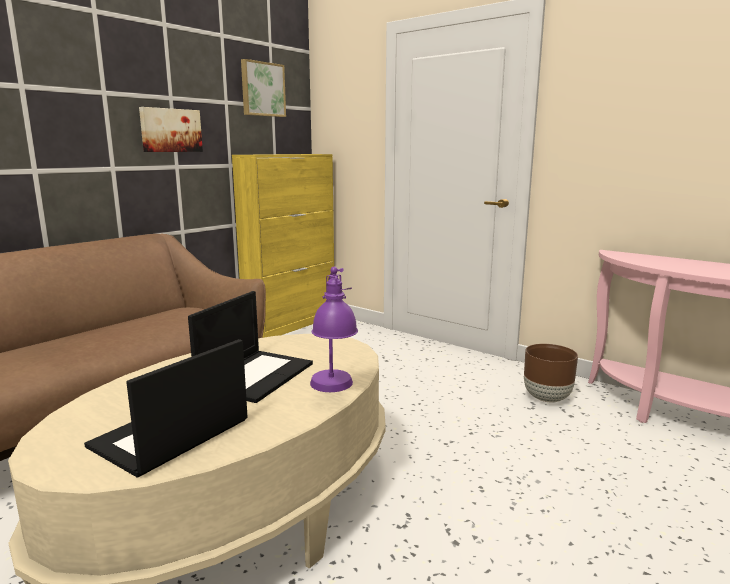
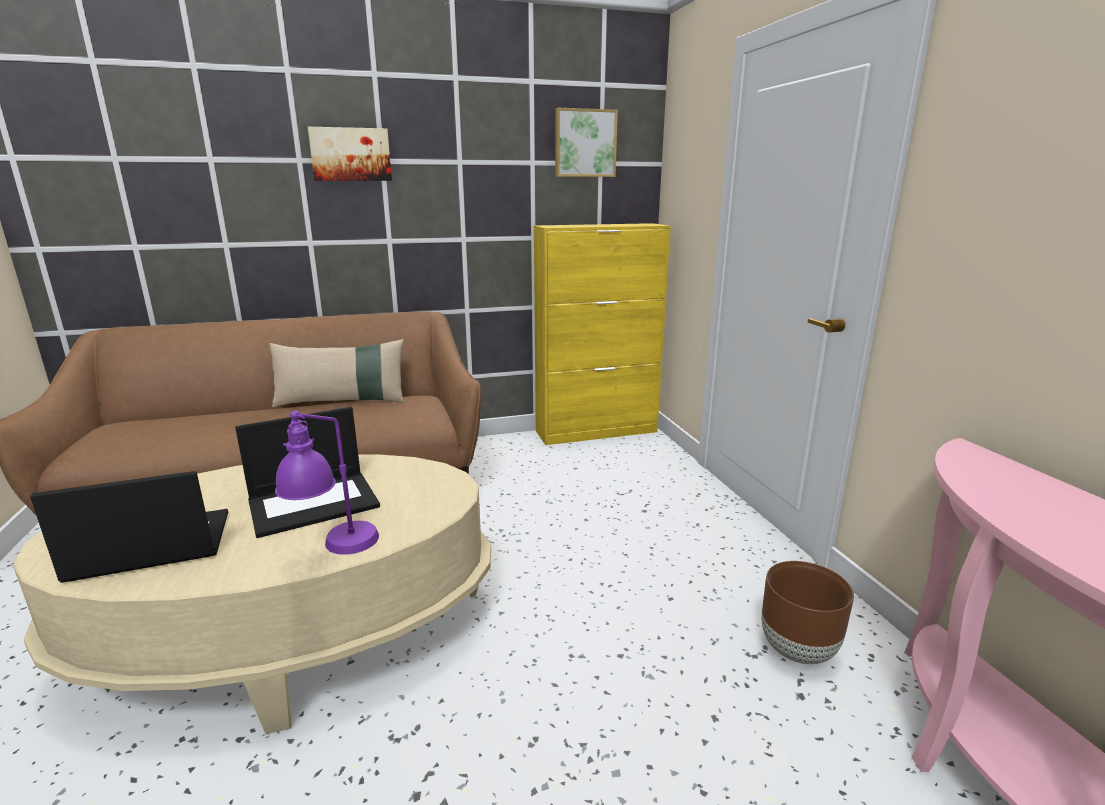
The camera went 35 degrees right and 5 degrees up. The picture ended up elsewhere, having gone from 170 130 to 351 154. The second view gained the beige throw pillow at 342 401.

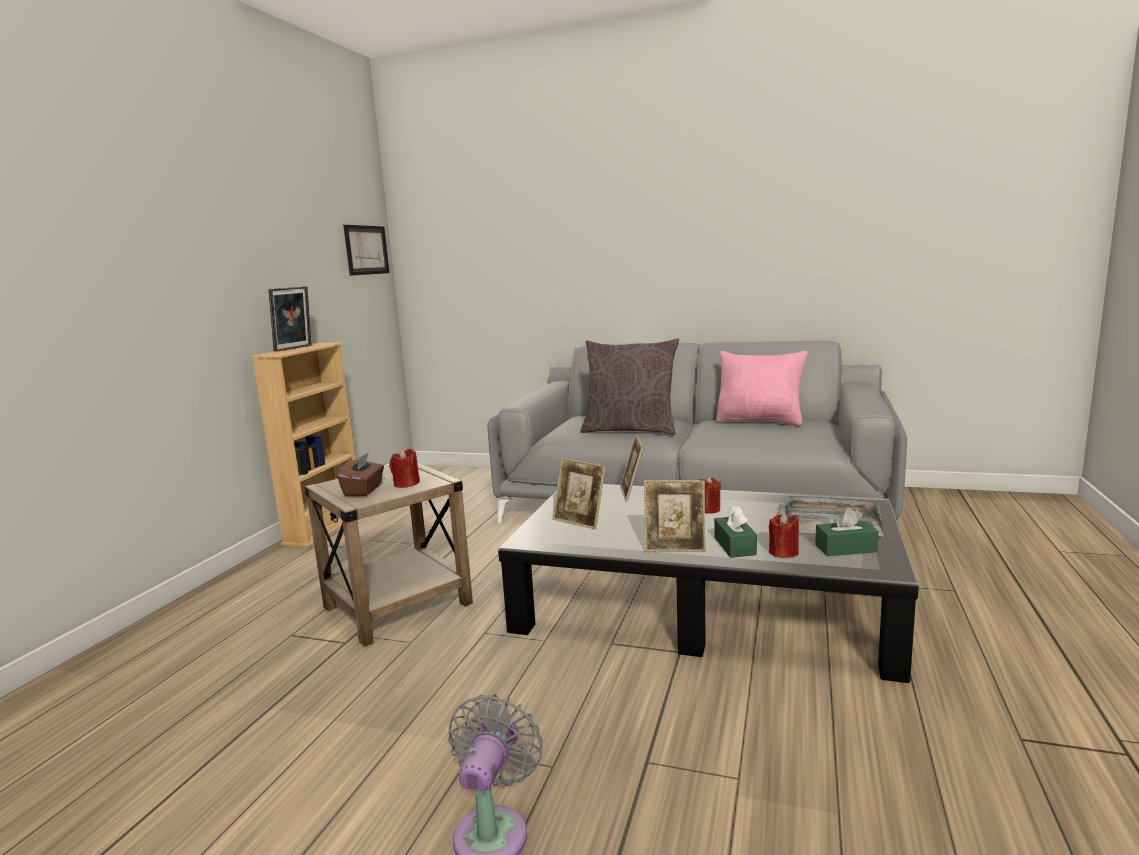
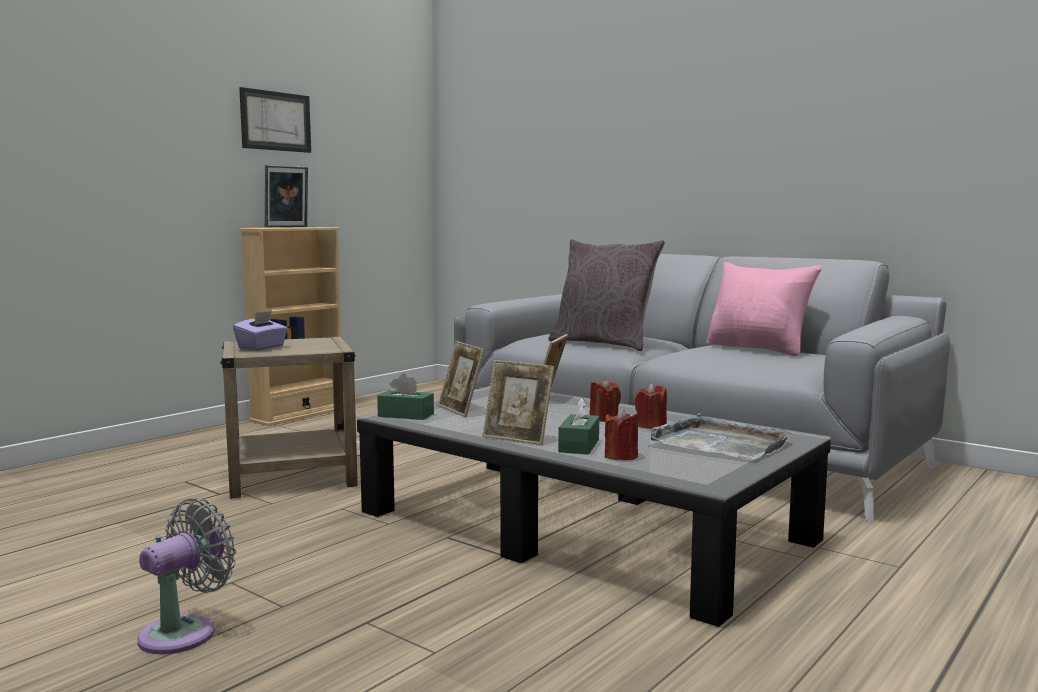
The camera went 20 degrees right and 5 degrees down. The picture ended up elsewhere, having gone from 366 250 to 275 121. The red-coloured candle ended up elsewhere, having gone from 406 484 to 650 425. What was the brownish tissue box at 364 490 turned into the purple tissue box at 262 348. The greenish tissue box ended up elsewhere, having gone from 845 548 to 406 415.

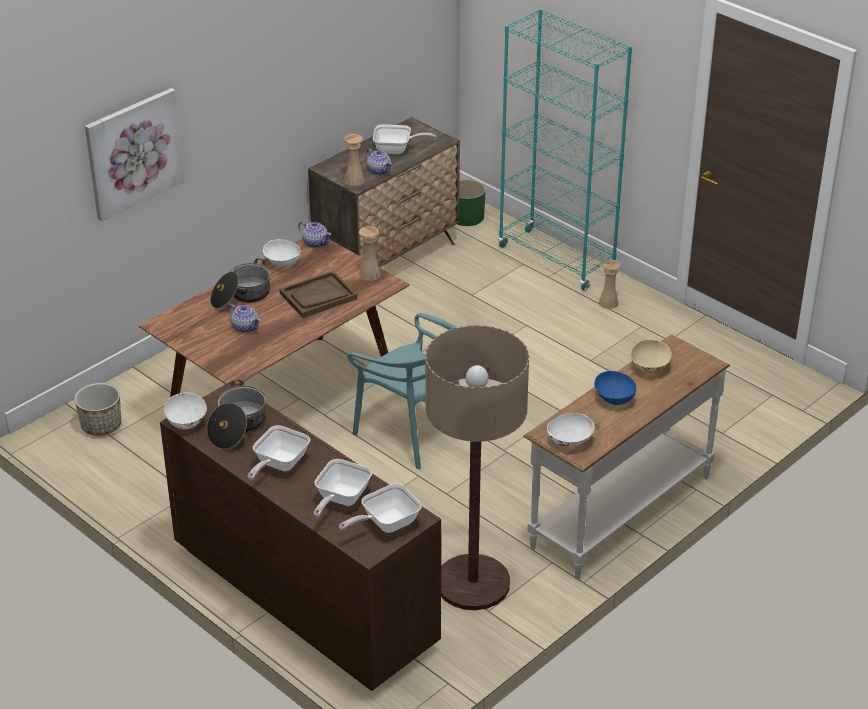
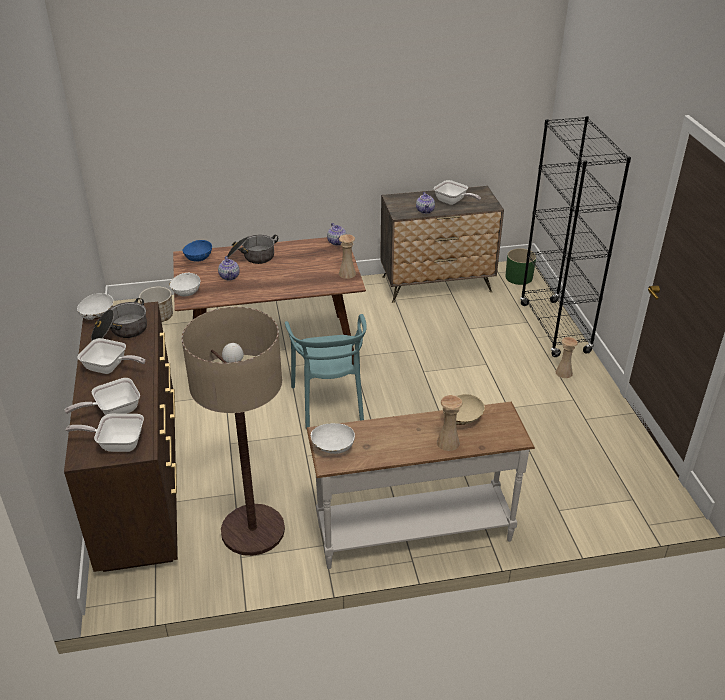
The camera went 35 degrees right and 0 degrees up. What was the blue-green bookshelf at 556 260 turned into the black-coloured bookshelf at 554 328. The second view lost the picture at 133 153. The beige decorative vase ended up elsewhere, having gone from 354 180 to 448 442. The white deep dish ended up elsewhere, having gone from 282 262 to 186 292. The second view lost the brownish tray at 318 296. The blue-coloured deep dish ended up elsewhere, having gone from 613 398 to 198 258. The pan at 278 465 ended up facing another way, 135 degrees counterclockwise from before.

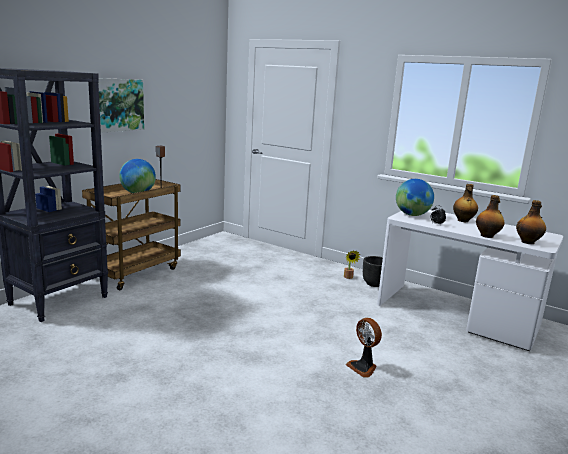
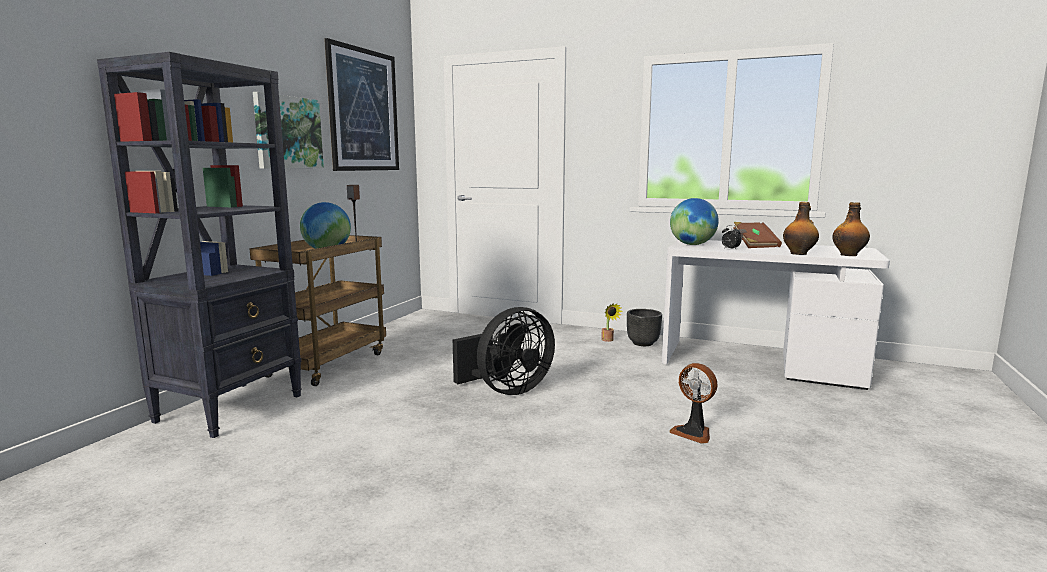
The camera went 10 degrees left and 5 degrees down. Where the bottle stood at 463 221, the brownish book came to stand at 754 245. The second view gained the picture at 363 110. The second view gained the black-coloured fan at 507 390.

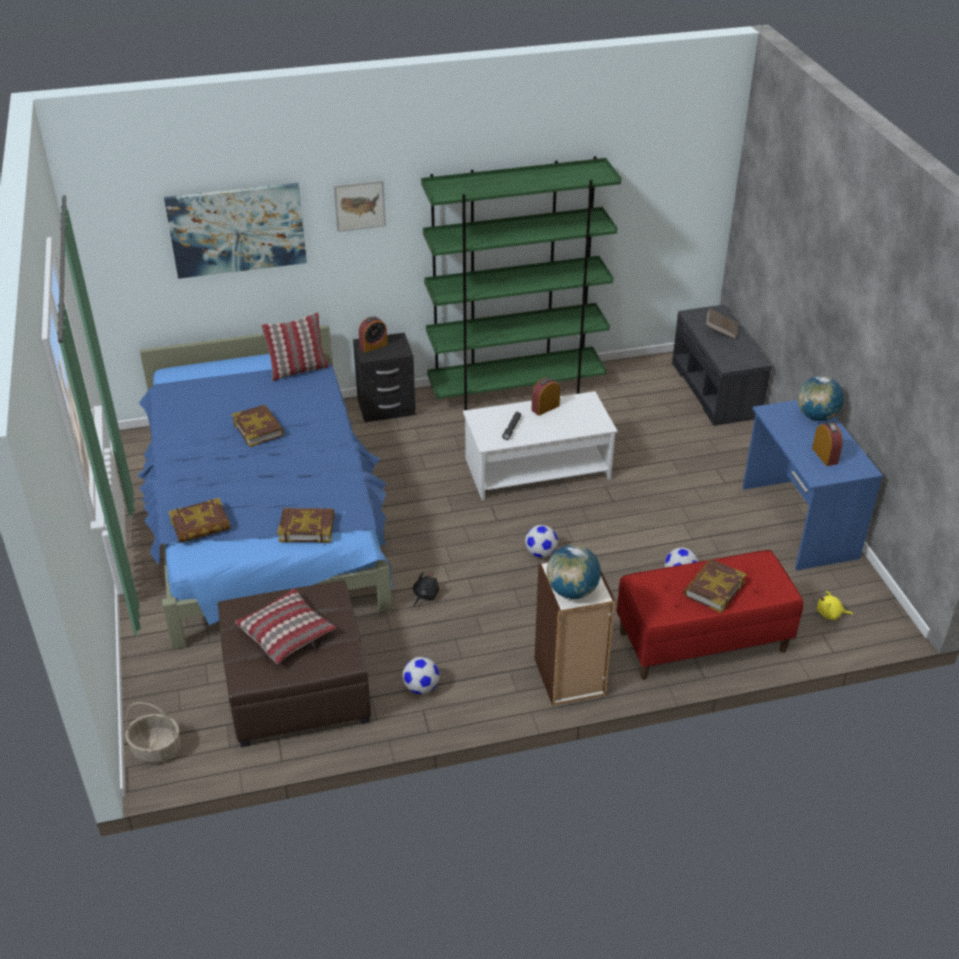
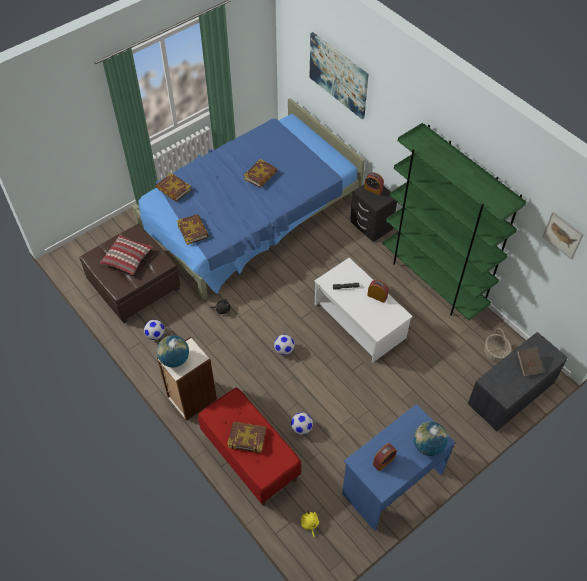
The camera went 65 degrees right and 15 degrees up. The picture ended up elsewhere, having gone from 359 205 to 563 235. The second view lost the throw pillow at 298 370. The basket ended up elsewhere, having gone from 156 749 to 495 353.

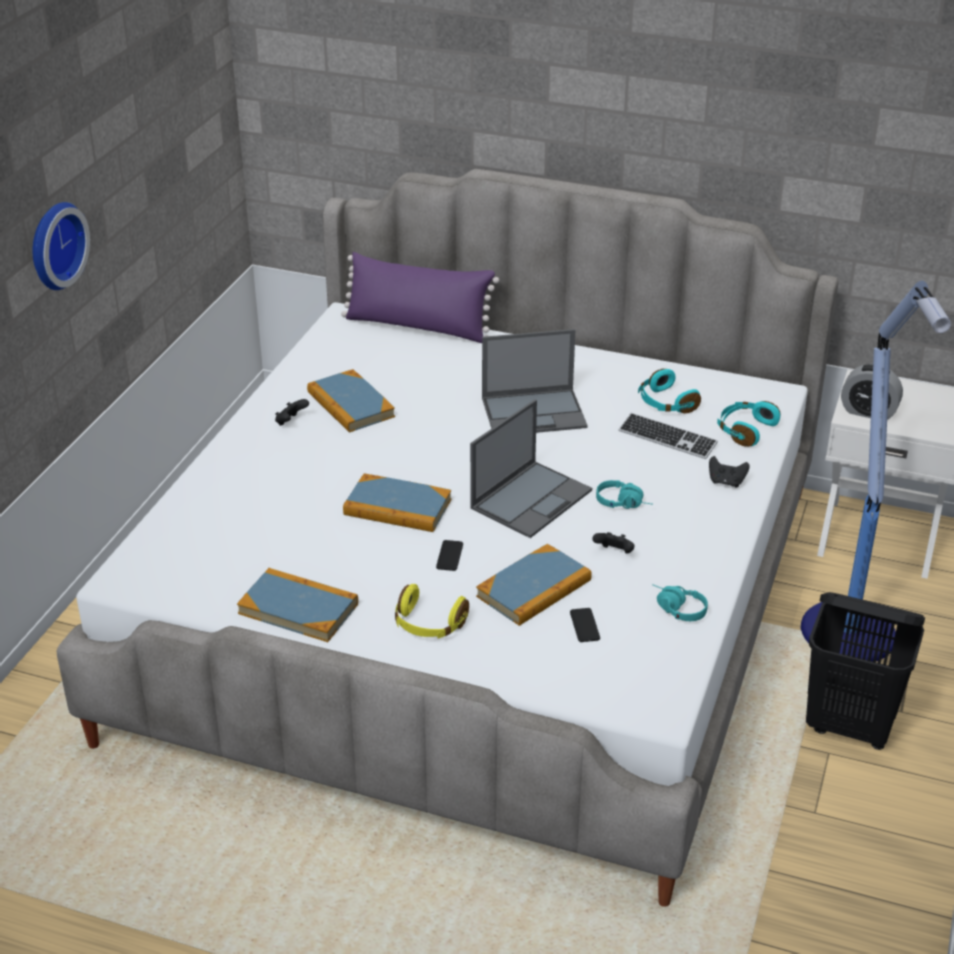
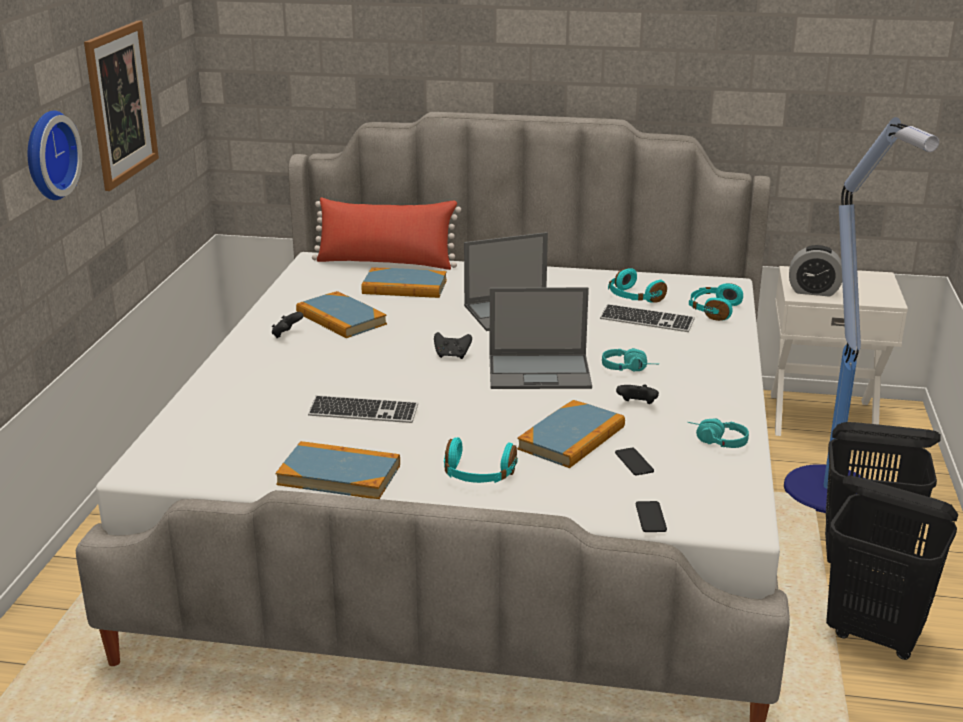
The camera went 10 degrees left and 10 degrees down. What was the purple throw pillow at 418 327 turned into the red-coloured throw pillow at 386 262. The portable computer at 532 498 ended up facing another way, 60 degrees clockwise from before. The black-coloured game controller ended up elsewhere, having gone from 726 482 to 452 356. The book ended up elsewhere, having gone from 397 507 to 404 287. The phone ended up elsewhere, having gone from 449 556 to 650 517. What was the yellowish headset at 428 625 turned into the blue-green headset at 478 476. The second view gained the picture at 121 104. The second view gained the computer keyboard at 363 412. The second view gained the black-coloured washing basket at 875 635.

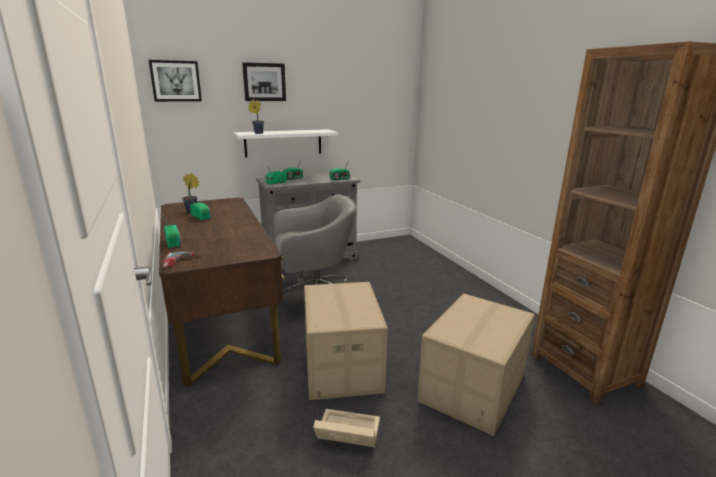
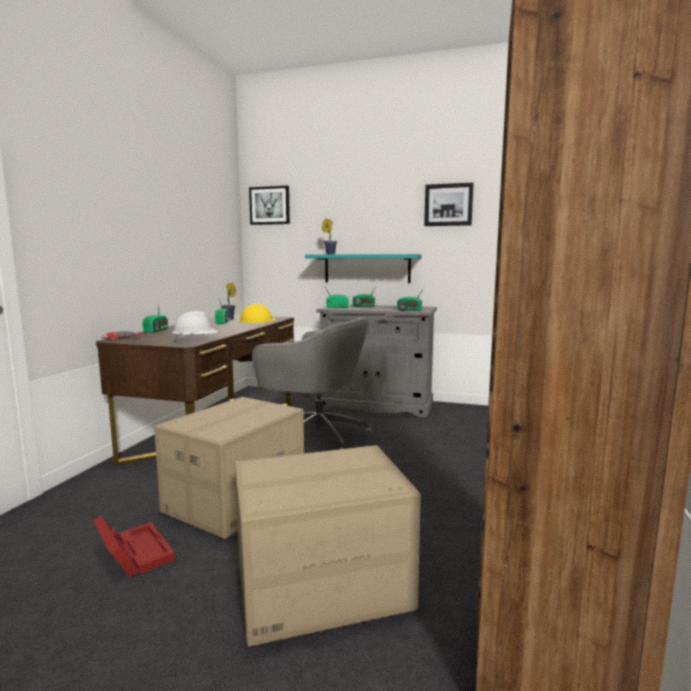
The camera went 40 degrees right and 10 degrees down. The picture ended up elsewhere, having gone from 264 82 to 448 205. What was the white shelf at 283 143 turned into the blue-green shelf at 367 268. What was the beige storage bin at 346 434 turned into the red-coloured storage bin at 133 553. The second view gained the yellowish safety helmet at 257 320. The second view gained the white safety helmet at 196 341.

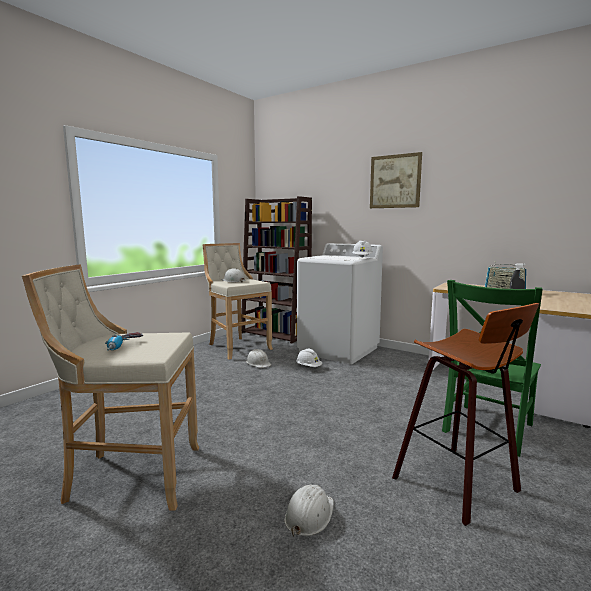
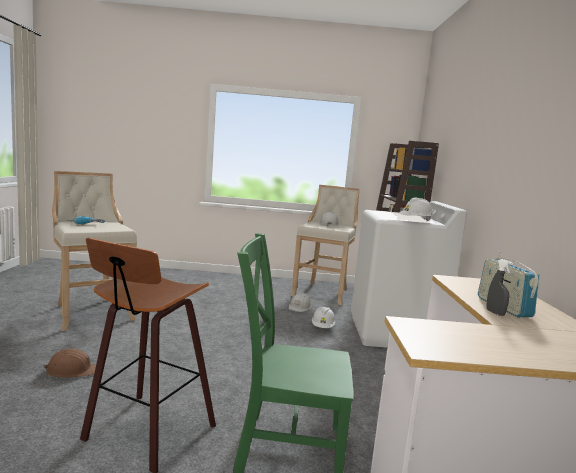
The camera went 55 degrees right and 0 degrees up. The second view lost the picture at 395 181. What was the white safety helmet at 309 515 turned into the brownish safety helmet at 71 370.

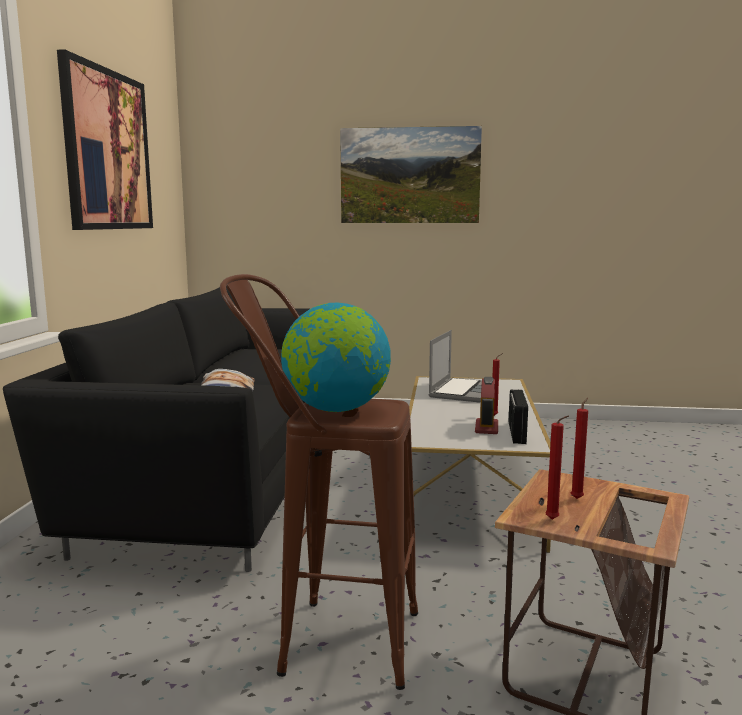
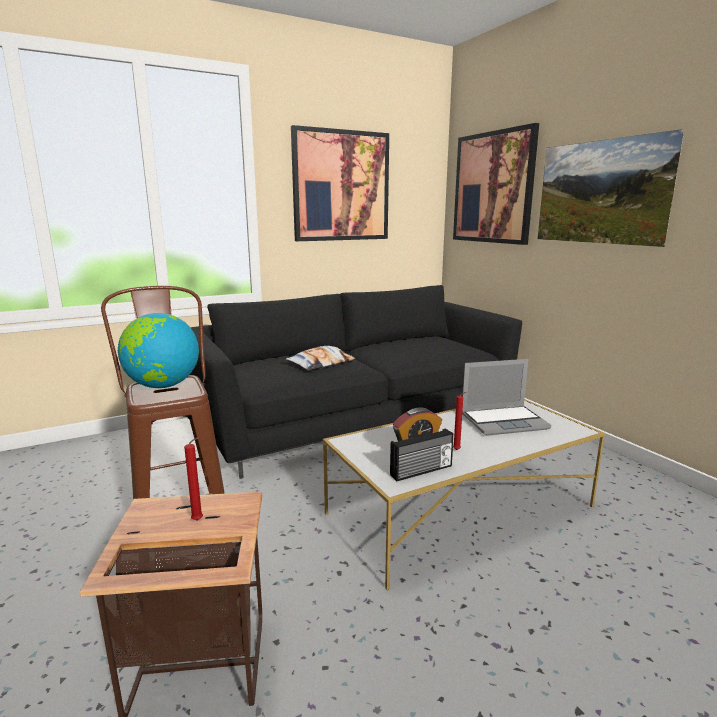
The camera went 55 degrees right and 5 degrees up. The second view lost the red-coloured candle at 554 520. The second view gained the picture at 493 188.

